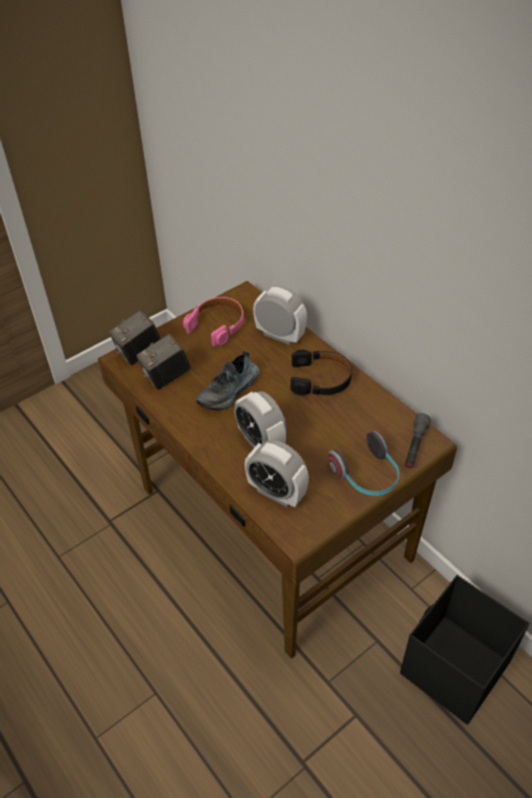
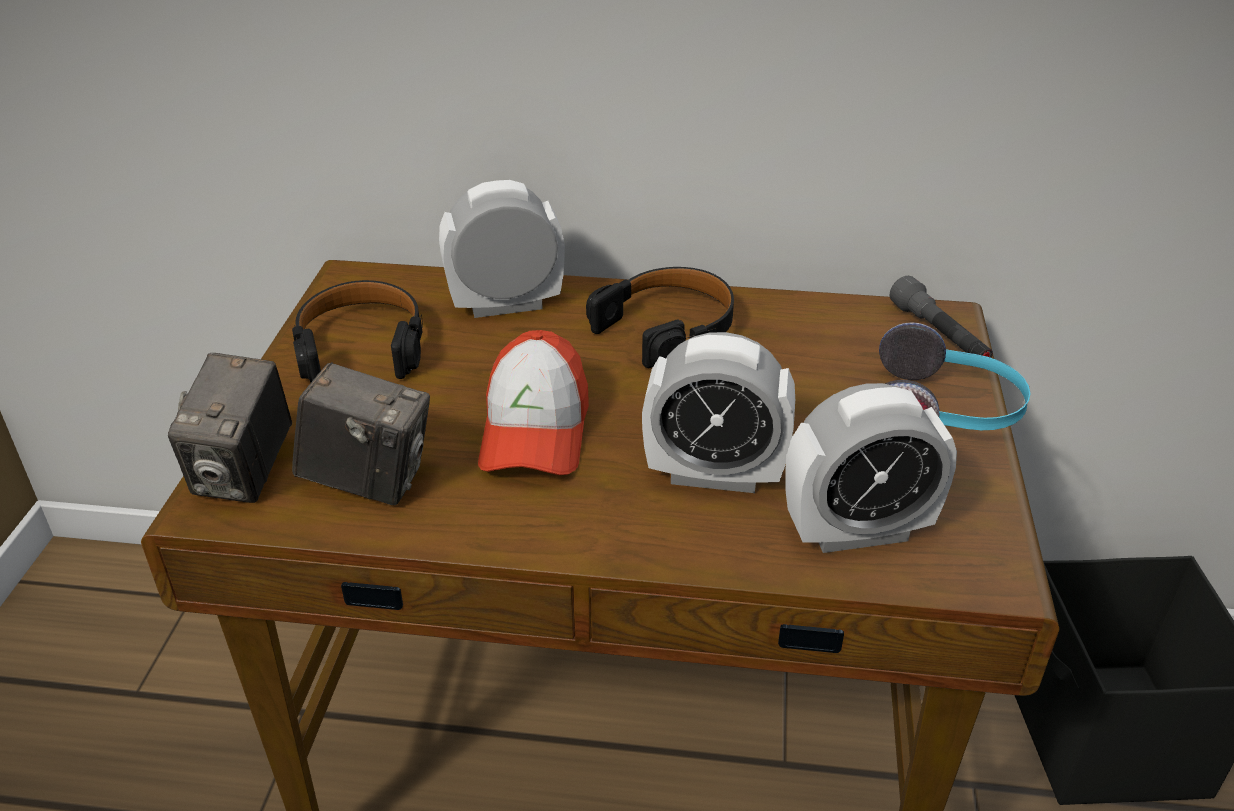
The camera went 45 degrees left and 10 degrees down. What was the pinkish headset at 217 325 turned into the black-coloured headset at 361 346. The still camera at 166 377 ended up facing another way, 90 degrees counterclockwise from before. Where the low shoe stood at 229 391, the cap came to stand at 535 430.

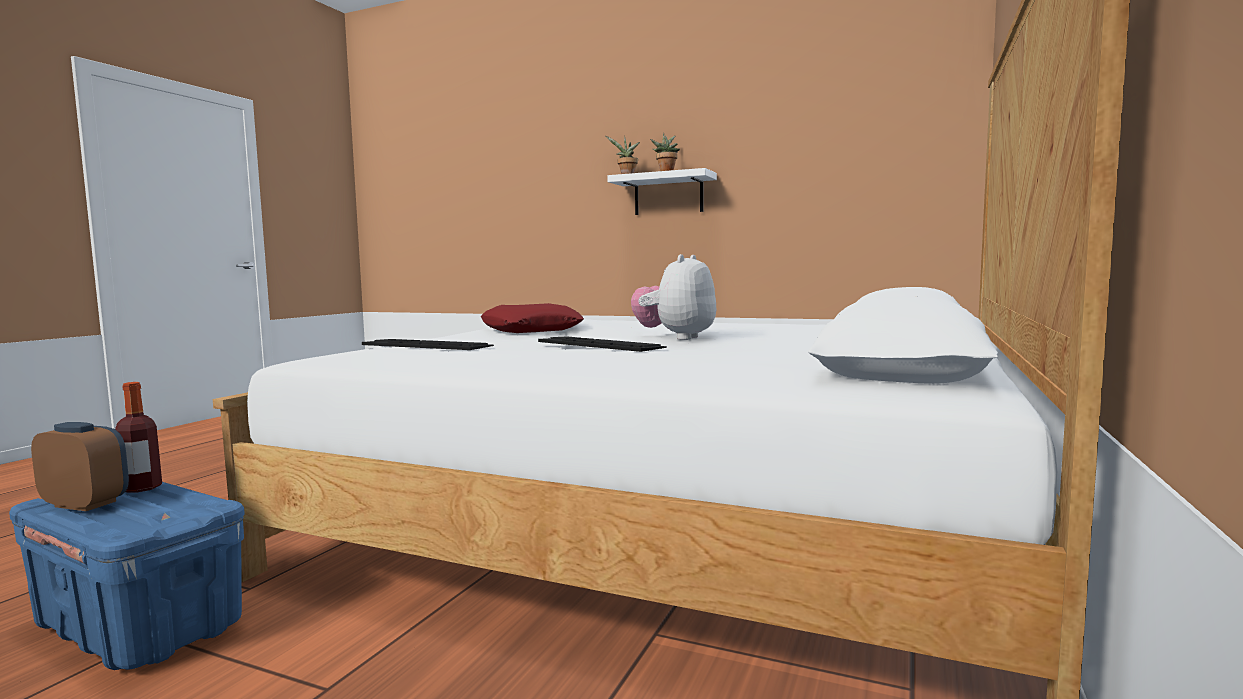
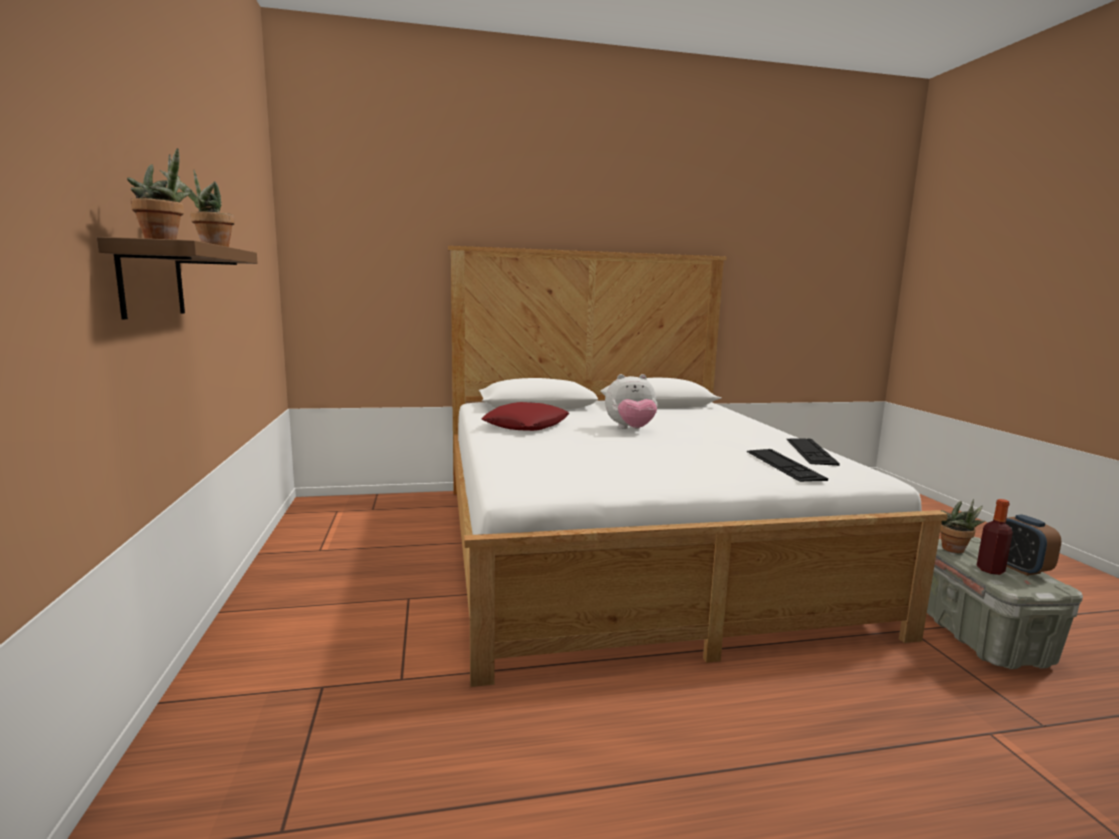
The camera went 125 degrees left and 5 degrees up. What was the white shelf at 668 195 turned into the brownish shelf at 151 280. The red-coloured throw pillow ended up elsewhere, having gone from 530 330 to 526 425. The computer keyboard ended up elsewhere, having gone from 599 344 to 810 451. What was the blue-coloured storage bin at 137 626 turned into the grey storage bin at 979 635. The second view gained the houseplant at 955 550.

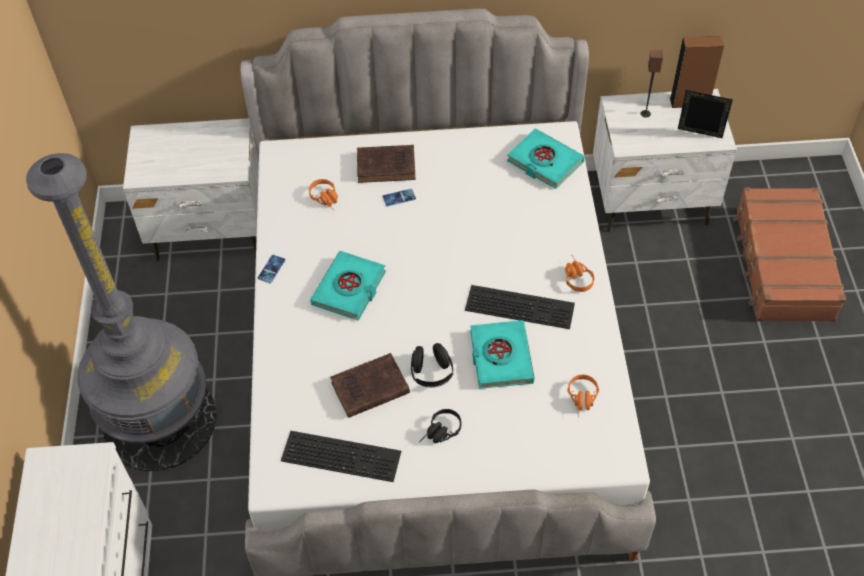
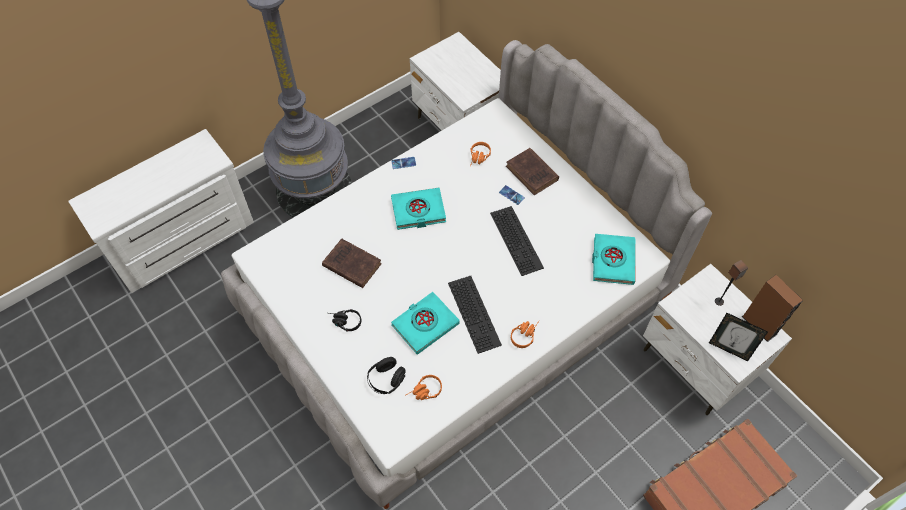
The camera went 55 degrees right and 5 degrees up. The picture frame at 699 136 ended up facing another way, 135 degrees clockwise from before. The black-coloured headset ended up elsewhere, having gone from 431 373 to 386 380. The computer keyboard ended up elsewhere, having gone from 343 454 to 518 240.

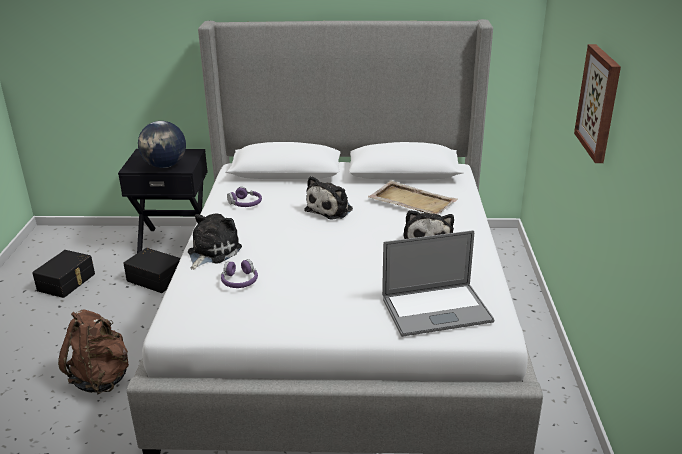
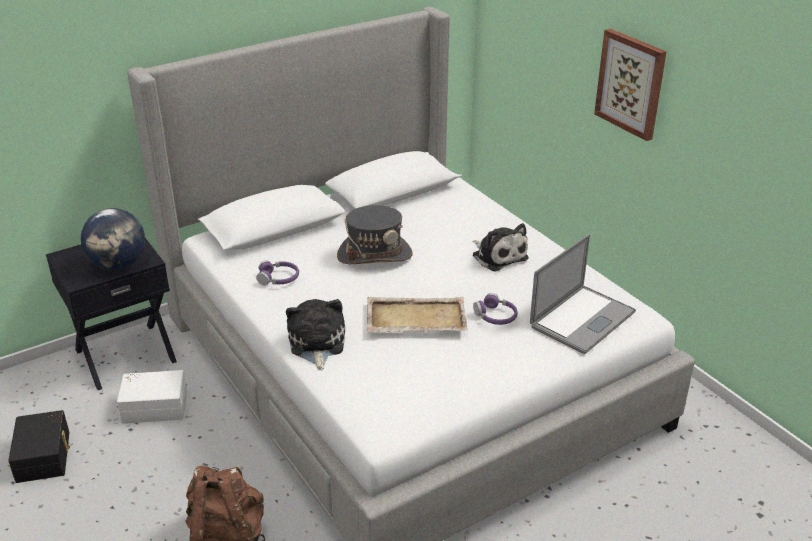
The camera went 35 degrees left and 5 degrees up. Where the soft toy stood at 331 209, the grey hat came to stand at 374 255. The beige tray ended up elsewhere, having gone from 411 201 to 415 318. What was the black-coloured storage bin at 156 278 turned into the white storage bin at 155 405. The purple headset ended up elsewhere, having gone from 239 281 to 495 316.

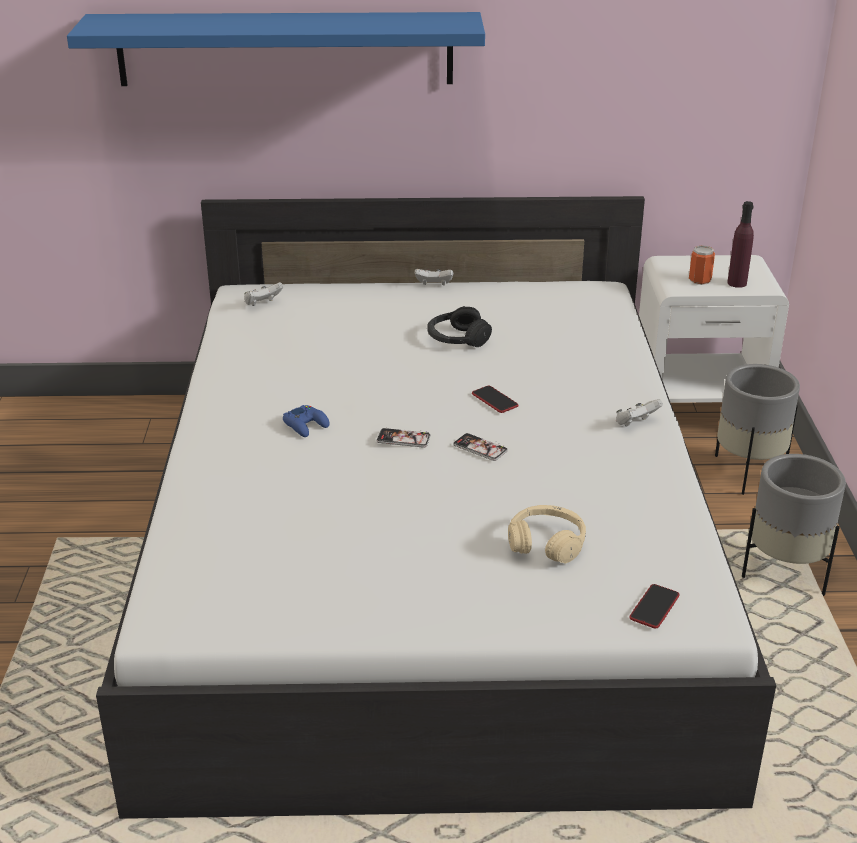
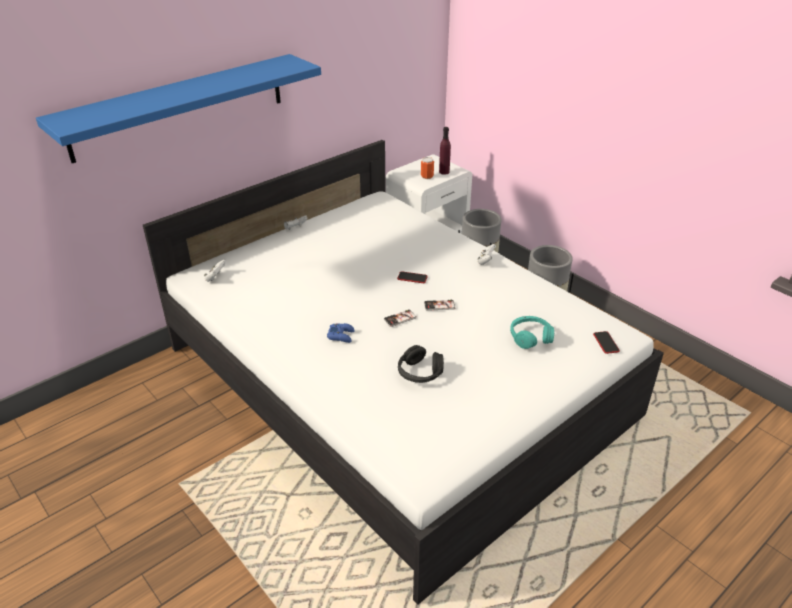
The camera went 40 degrees left and 5 degrees up. The black-coloured headset ended up elsewhere, having gone from 457 339 to 420 373. What was the beige headset at 546 543 turned into the blue-green headset at 530 337.

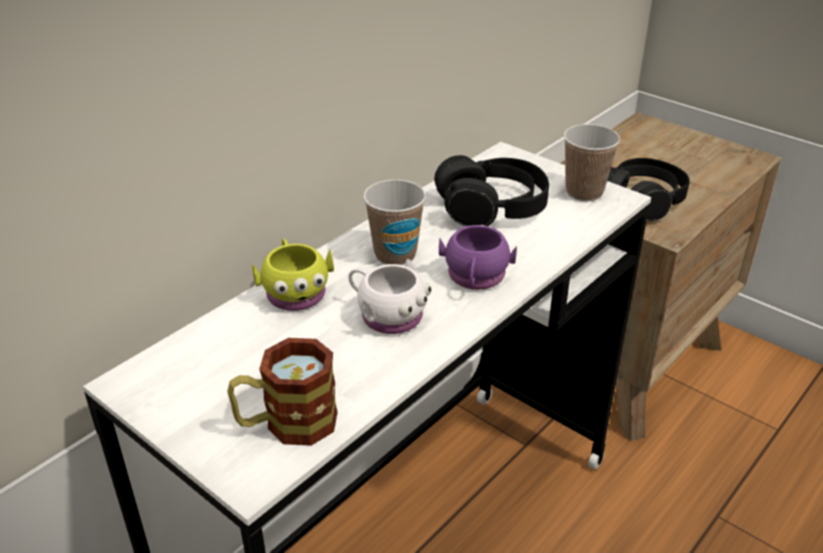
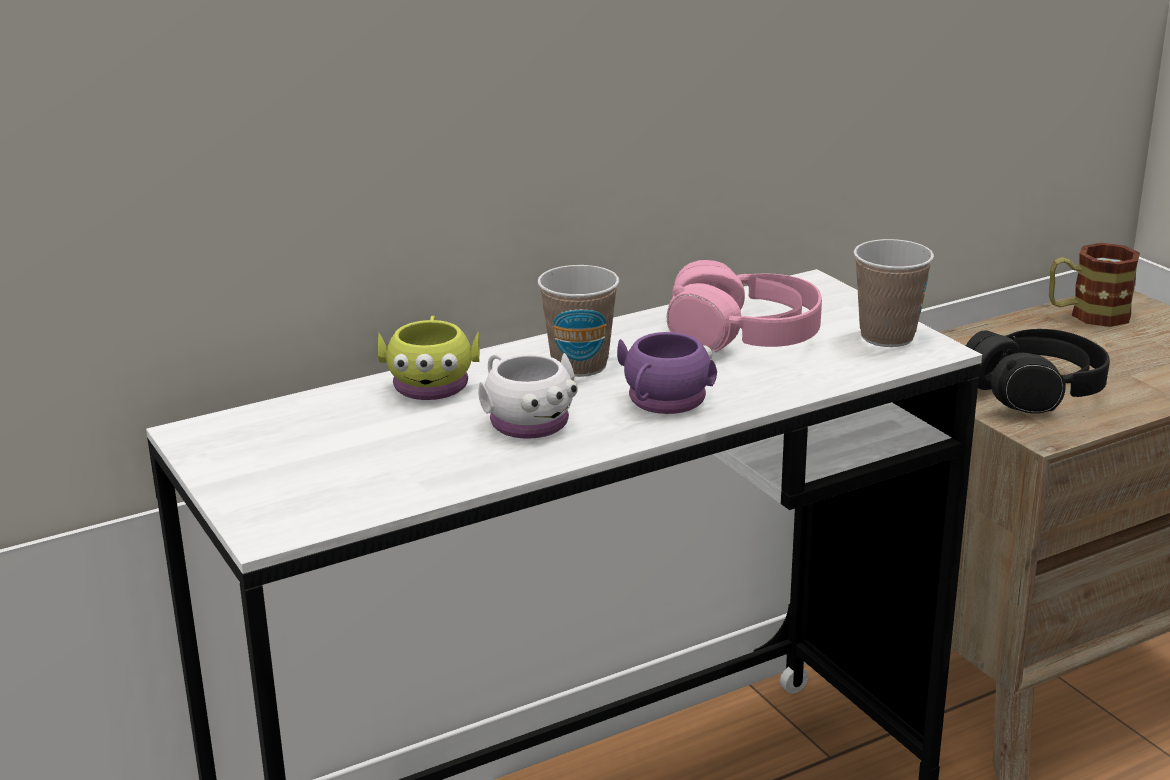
The camera went 20 degrees right and 10 degrees down. What was the black-coloured headset at 492 208 turned into the pinkish headset at 744 336. The mug ended up elsewhere, having gone from 287 424 to 1087 315.

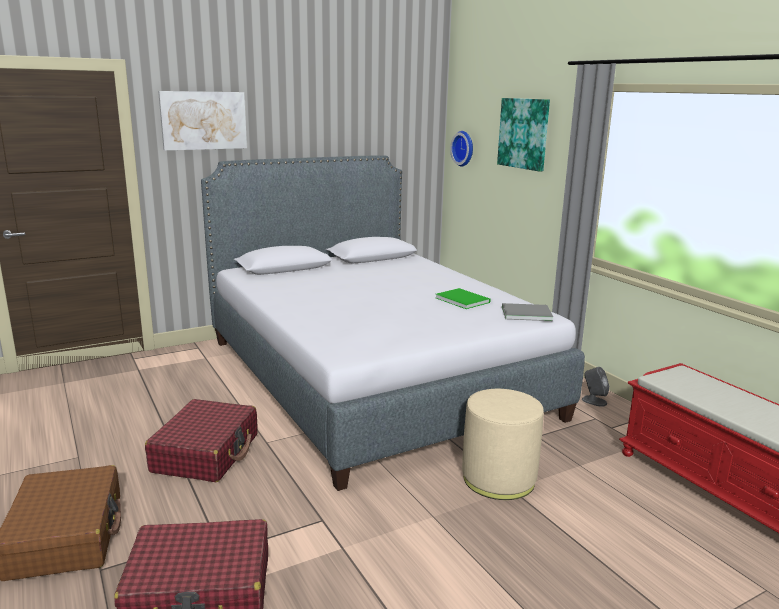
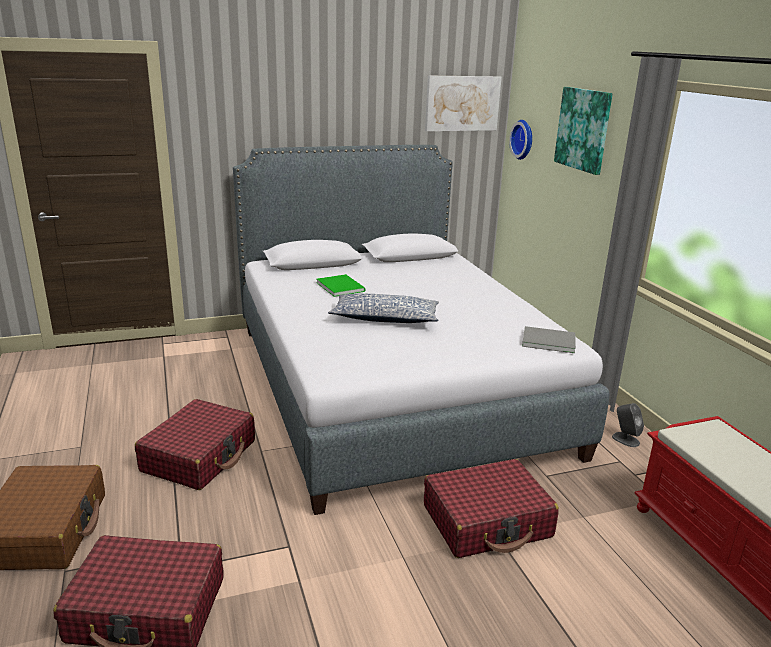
The camera went 10 degrees right and 5 degrees up. The picture ended up elsewhere, having gone from 203 120 to 462 103. The greenish book ended up elsewhere, having gone from 462 299 to 341 286. Where the beige ottoman stood at 498 478, the red-coloured travel case came to stand at 487 522. The second view gained the throw pillow at 385 318.

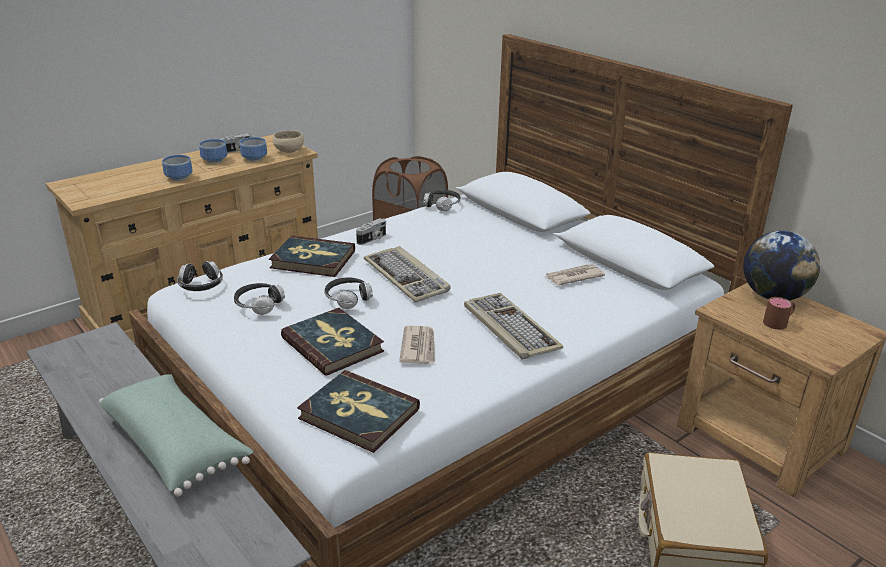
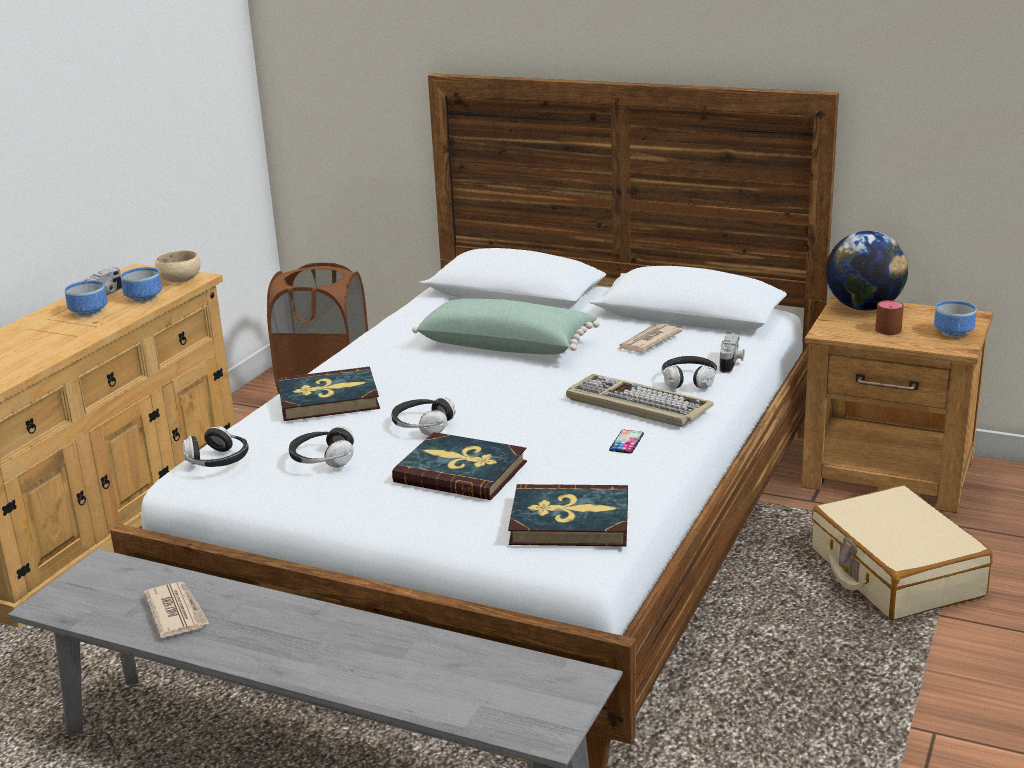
The camera went 25 degrees left and 5 degrees down. The deep dish ended up elsewhere, having gone from 178 178 to 953 333. The headset ended up elsewhere, having gone from 442 205 to 689 381. The still camera ended up elsewhere, having gone from 372 239 to 731 363. The second view lost the computer keyboard at 407 277. The daily paper ended up elsewhere, having gone from 419 347 to 176 612. The greenish throw pillow ended up elsewhere, having gone from 176 446 to 507 346. The second view gained the phone at 626 442.

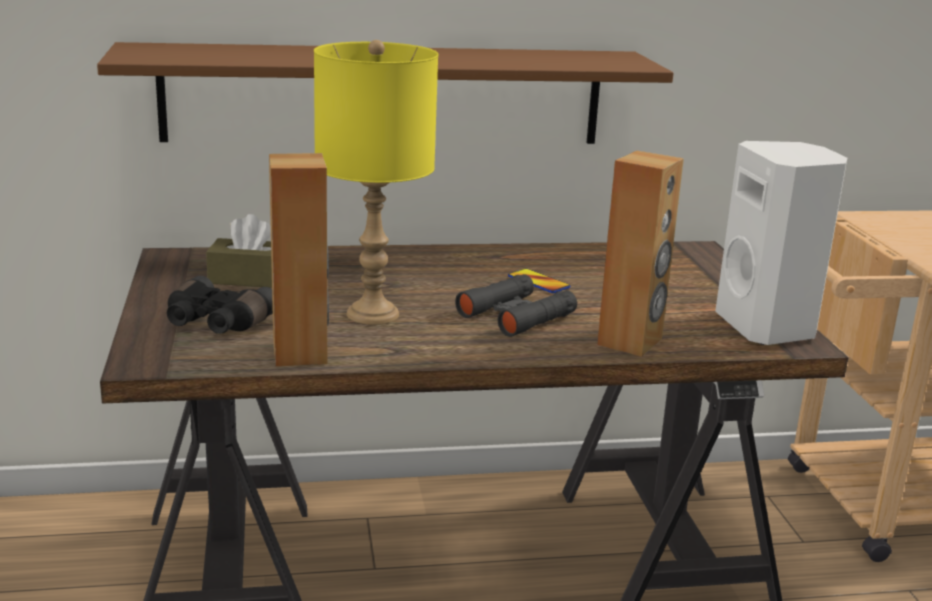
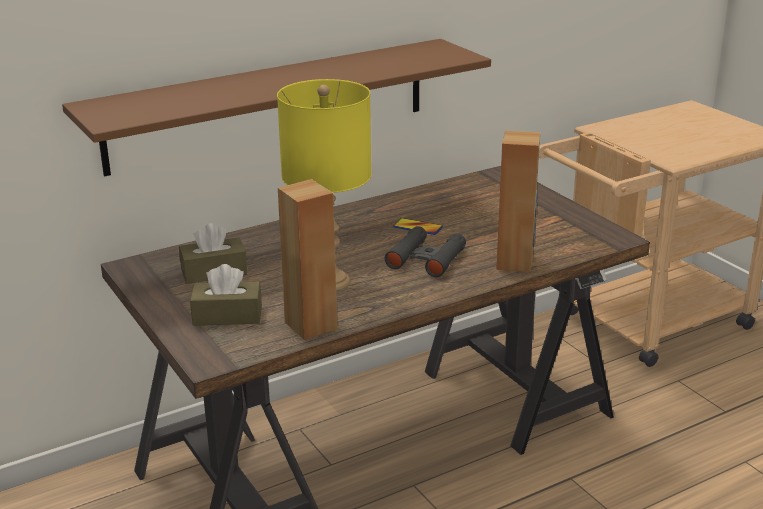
The camera went 20 degrees left and 5 degrees up. The second view lost the white speaker at 768 328. Where the black-coloured binoculars stood at 216 323, the brownish tissue box came to stand at 227 316.

